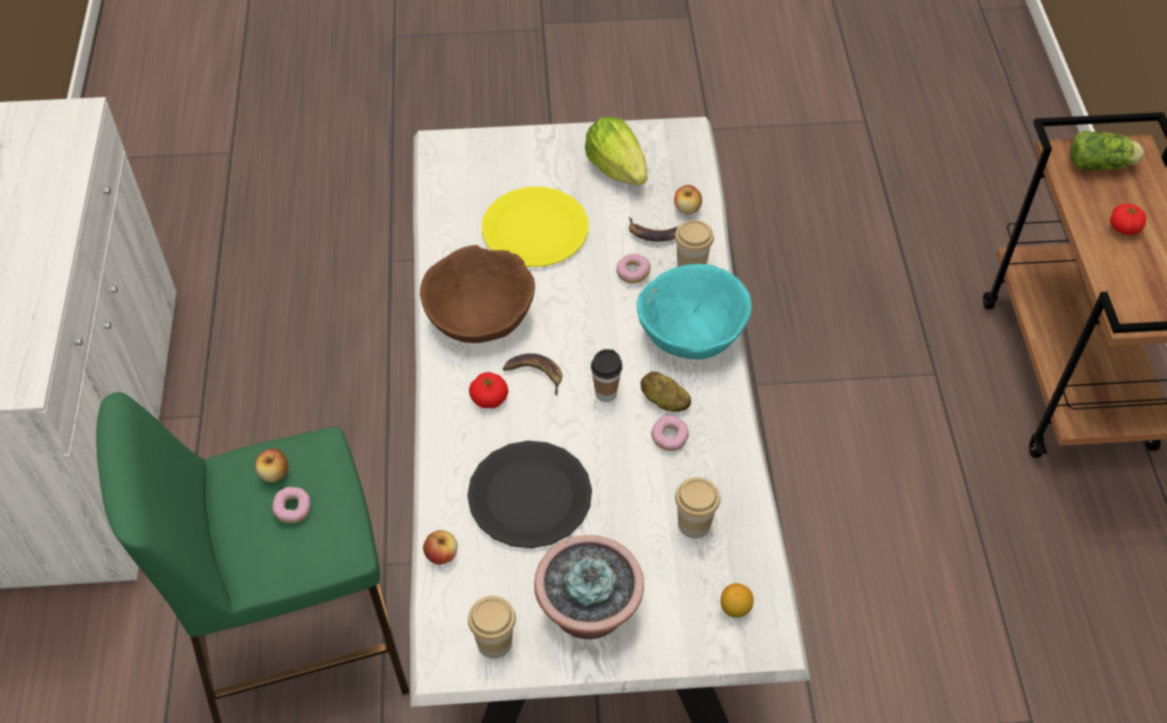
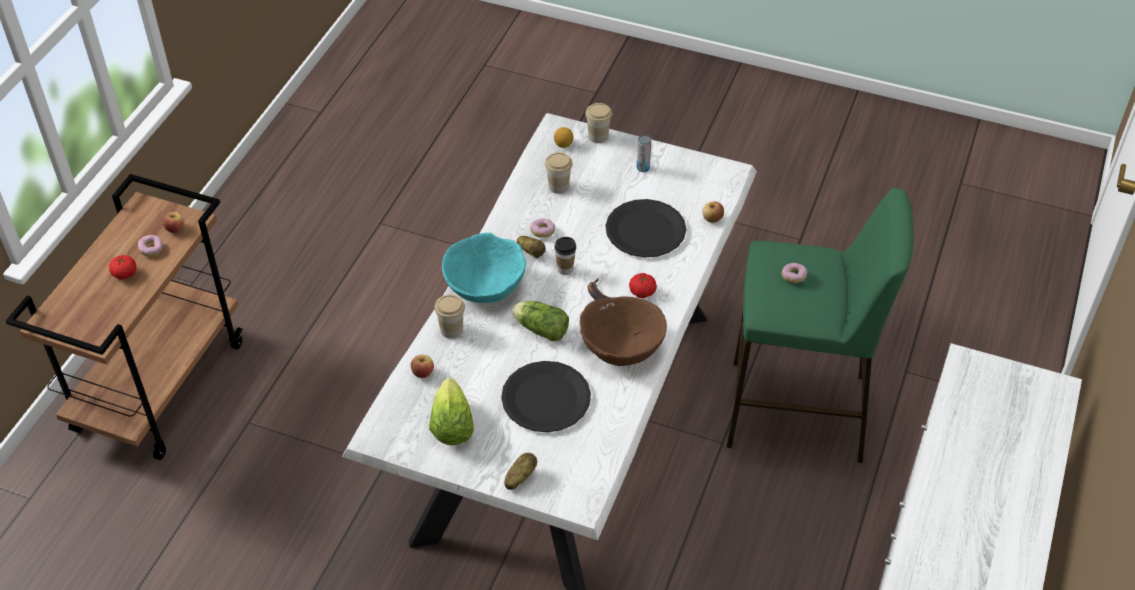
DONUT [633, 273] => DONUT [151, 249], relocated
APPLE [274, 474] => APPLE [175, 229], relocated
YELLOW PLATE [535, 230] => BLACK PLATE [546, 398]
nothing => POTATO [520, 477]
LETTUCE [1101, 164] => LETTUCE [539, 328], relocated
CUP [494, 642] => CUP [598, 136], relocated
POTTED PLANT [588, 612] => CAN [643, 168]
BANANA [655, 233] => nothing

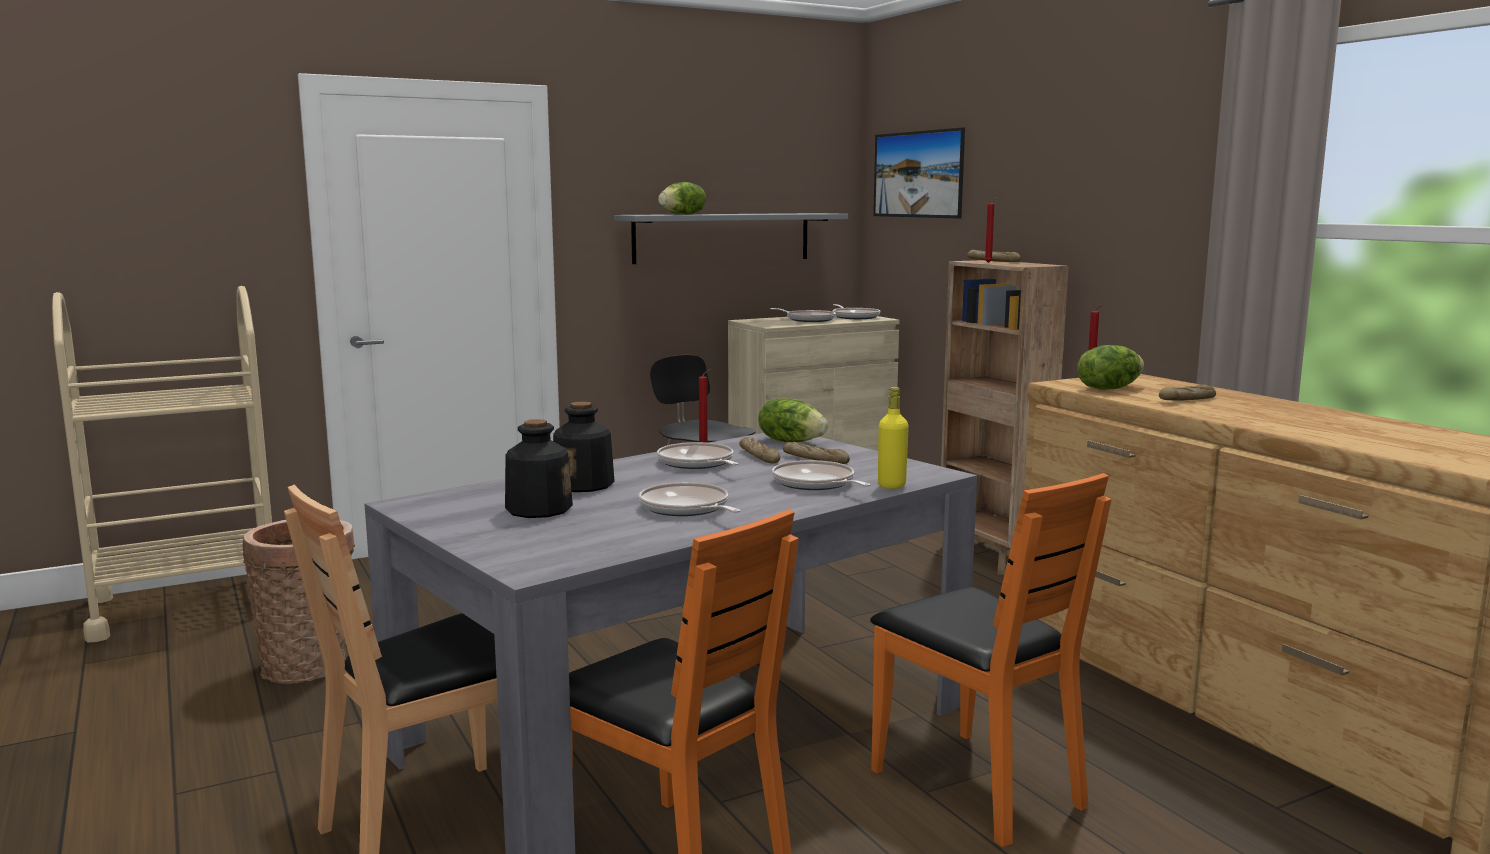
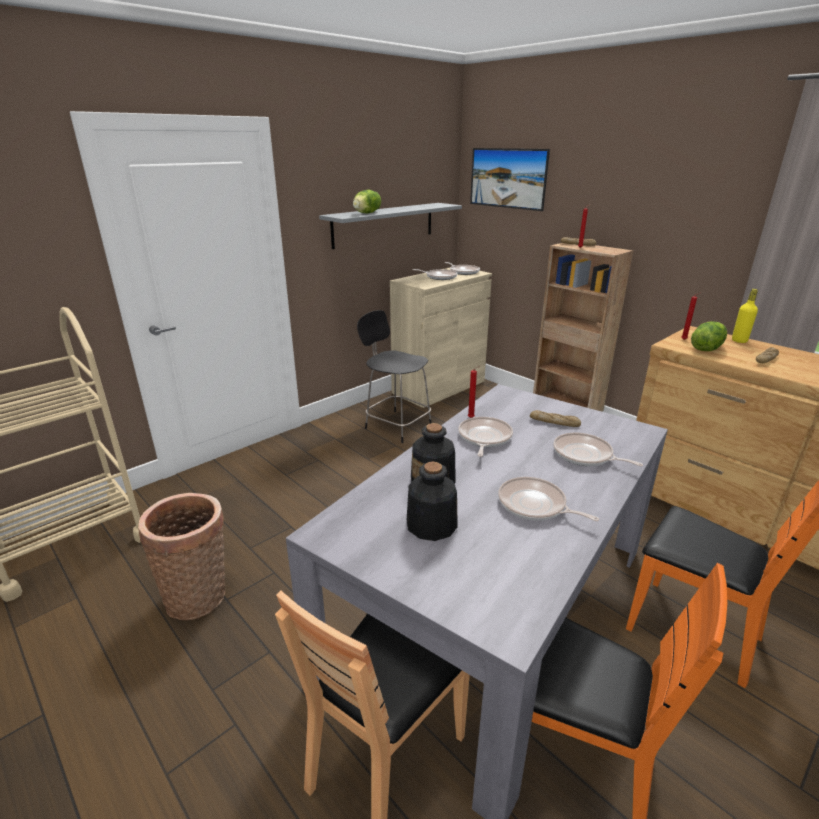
FRYING PAN [697, 463] => FRYING PAN [484, 438], 60 degrees clockwise
YELLOW BOTTLE [891, 485] => YELLOW BOTTLE [739, 340], relocated
BREAD [759, 456] => nothing
LETTUCE [791, 441] => nothing

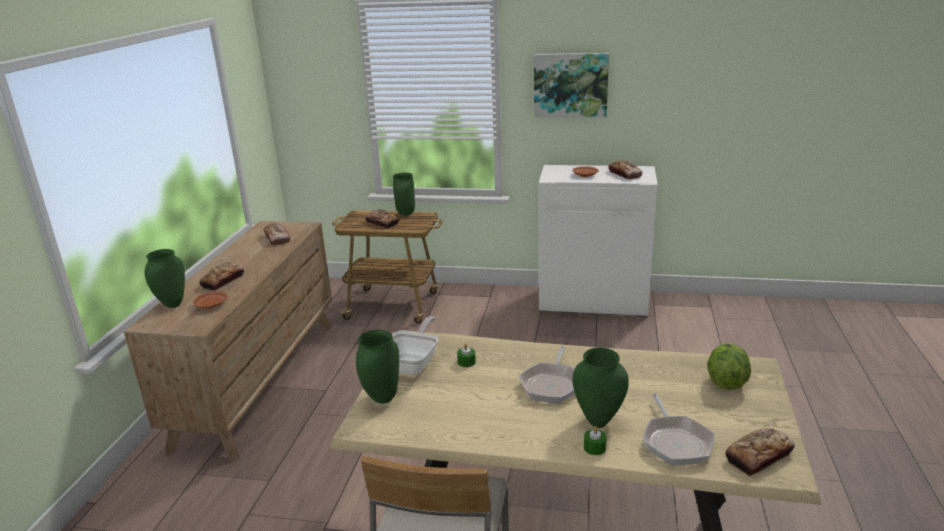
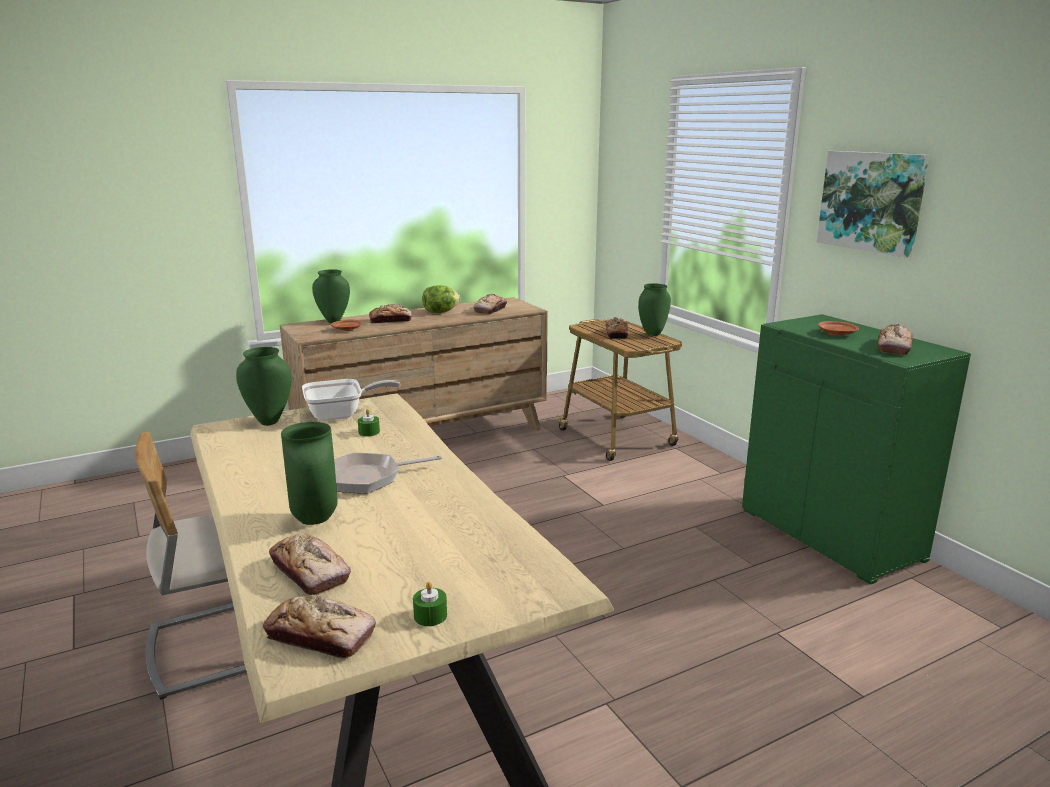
FRYING PAN [675, 441] => BREAD [310, 572]
GREEN CANDLE [594, 447] => GREEN CANDLE [430, 616], relocated
LETTUCE [726, 381] => LETTUCE [440, 312], relocated
WHITE CABINET [594, 301] => GREEN CABINET [831, 534]

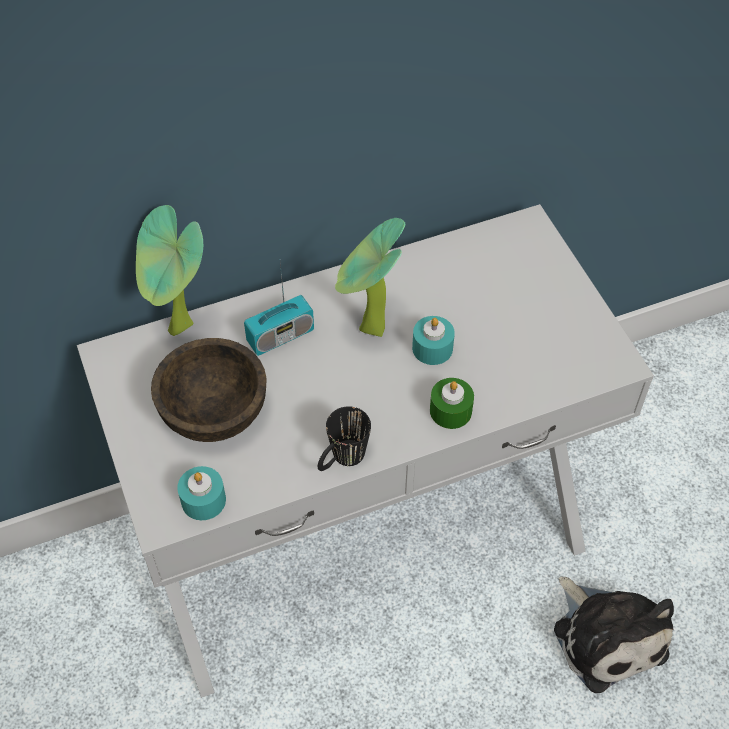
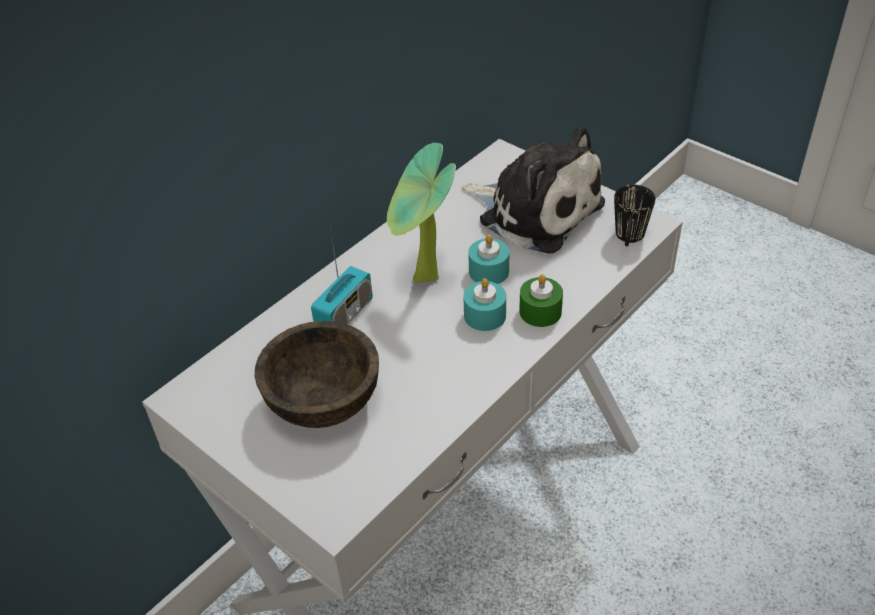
PLUSH TOY [606, 635] => PLUSH TOY [535, 210], relocated
TURQUOISE CANDLE [203, 500] => TURQUOISE CANDLE [485, 315], relocated
BLACK MUG [341, 460] => BLACK MUG [629, 240], relocated
POTTED PLANT [181, 331] => nothing

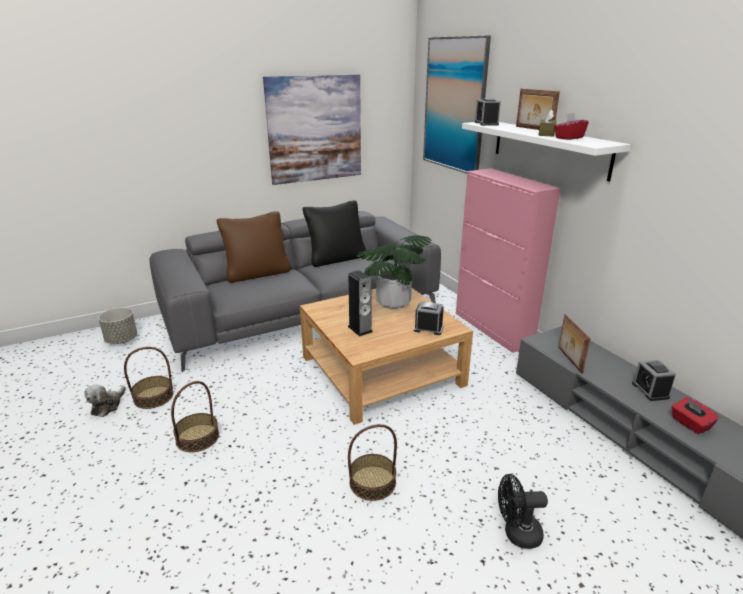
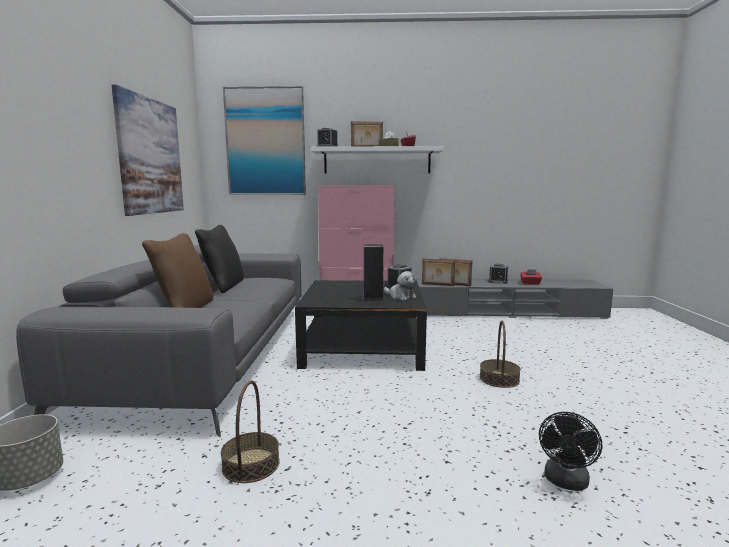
BEIGE COFFEE TABLE [381, 370] => BLACK COFFEE TABLE [363, 347]
PLUSH TOY [107, 406] => PLUSH TOY [400, 296], relocated
nothing => PICTURE FRAME [437, 285]
BLACK FAN [517, 534] => BLACK FAN [566, 482], relocated
BASKET [197, 438] => nothing
POTTED PLANT [393, 302] => nothing

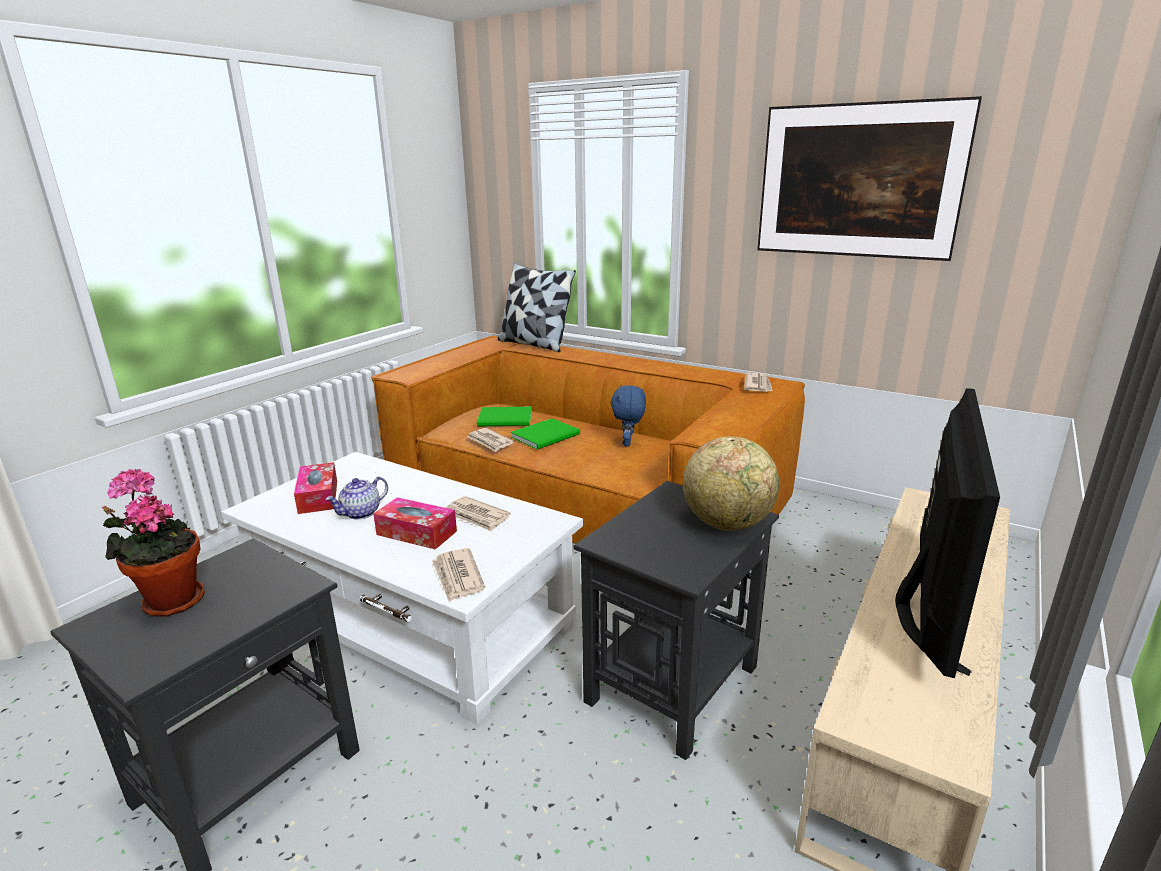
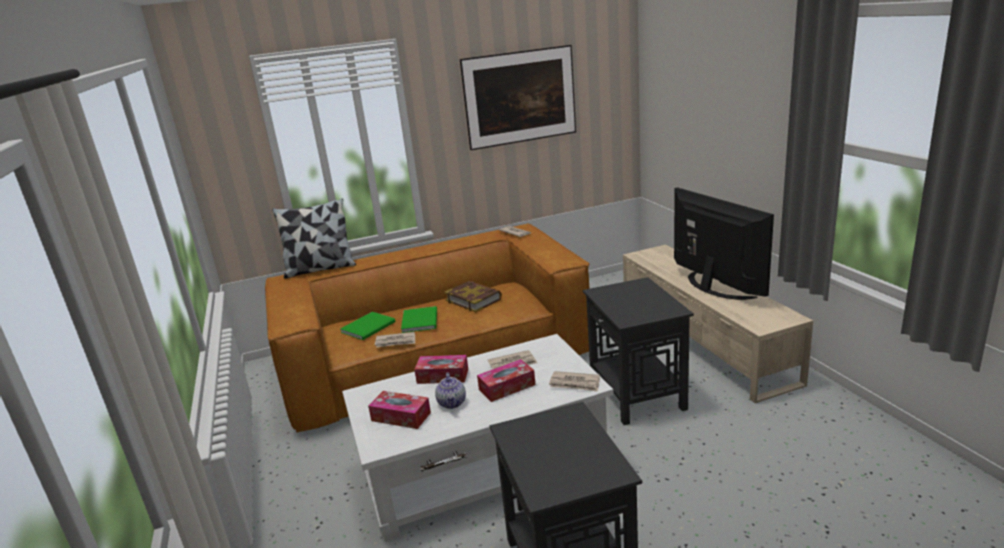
nothing => TISSUE BOX [442, 376]
BLUE PLUSH TOY [628, 443] => BOOK [473, 299]
POTTED PLANT [169, 600] => nothing
GLOBE [727, 523] => nothing

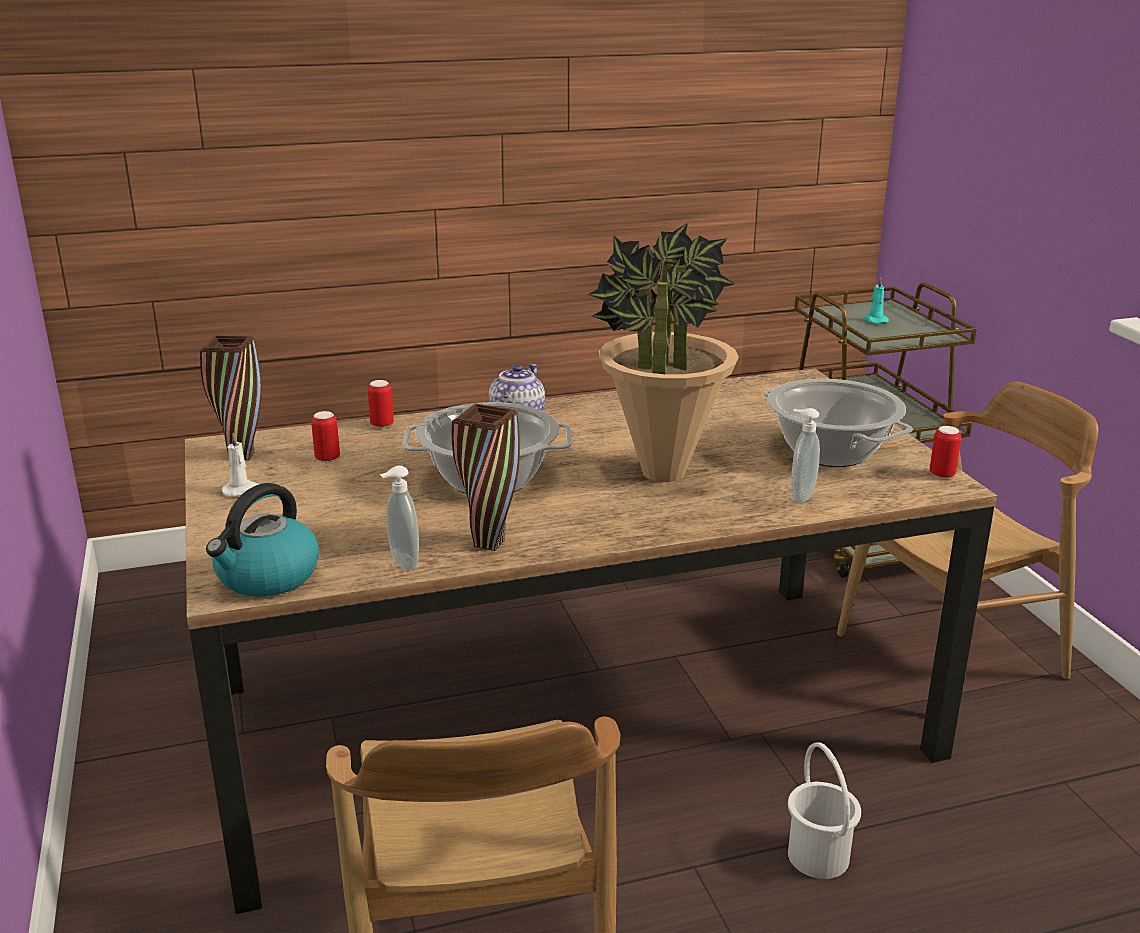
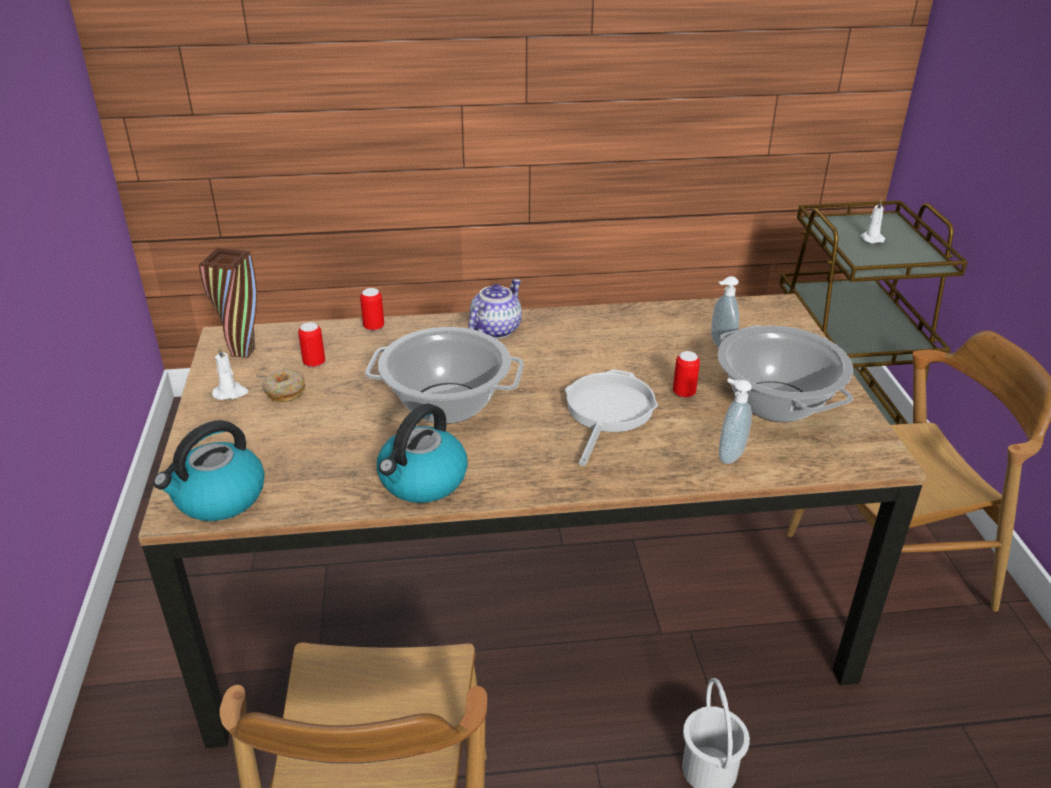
nothing => DONUT [285, 391]
BROWN VASE [489, 543] => KETTLE [422, 481]
POTTED PLANT [662, 473] => FRYING PAN [607, 412]
CAN [942, 475] => CAN [684, 393], relocated
SOAP DISPENSER [402, 563] => SOAP DISPENSER [720, 346], relocated
TURQUOISE CANDLE [874, 320] => WHITE CANDLE [871, 238]

